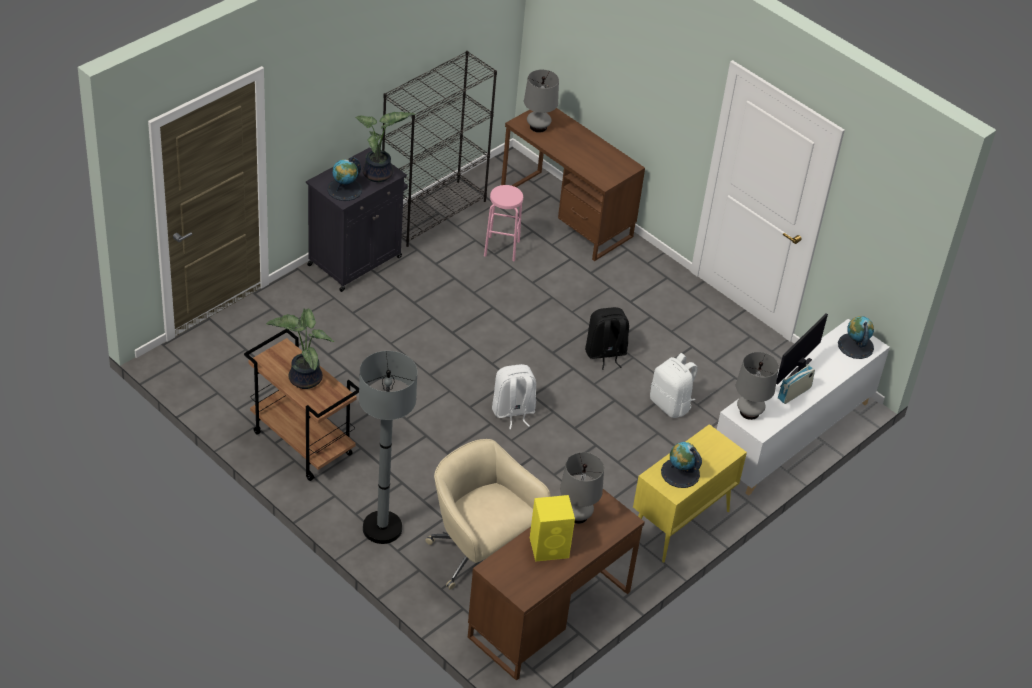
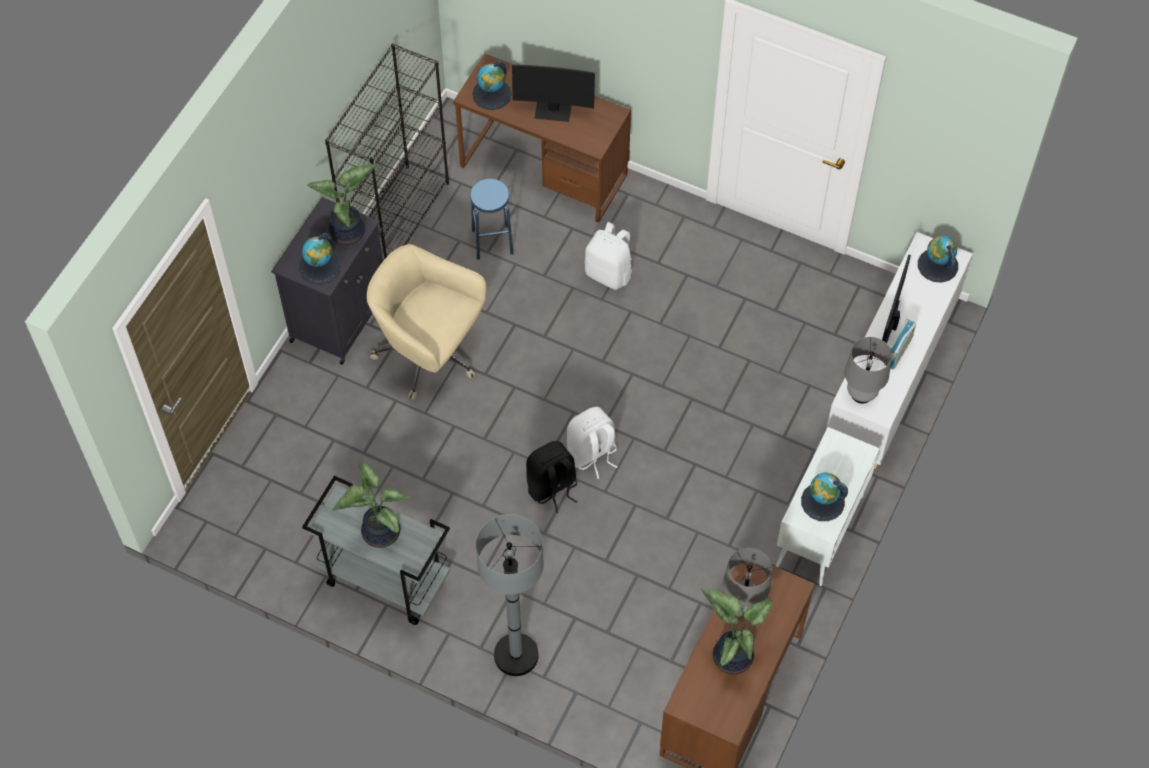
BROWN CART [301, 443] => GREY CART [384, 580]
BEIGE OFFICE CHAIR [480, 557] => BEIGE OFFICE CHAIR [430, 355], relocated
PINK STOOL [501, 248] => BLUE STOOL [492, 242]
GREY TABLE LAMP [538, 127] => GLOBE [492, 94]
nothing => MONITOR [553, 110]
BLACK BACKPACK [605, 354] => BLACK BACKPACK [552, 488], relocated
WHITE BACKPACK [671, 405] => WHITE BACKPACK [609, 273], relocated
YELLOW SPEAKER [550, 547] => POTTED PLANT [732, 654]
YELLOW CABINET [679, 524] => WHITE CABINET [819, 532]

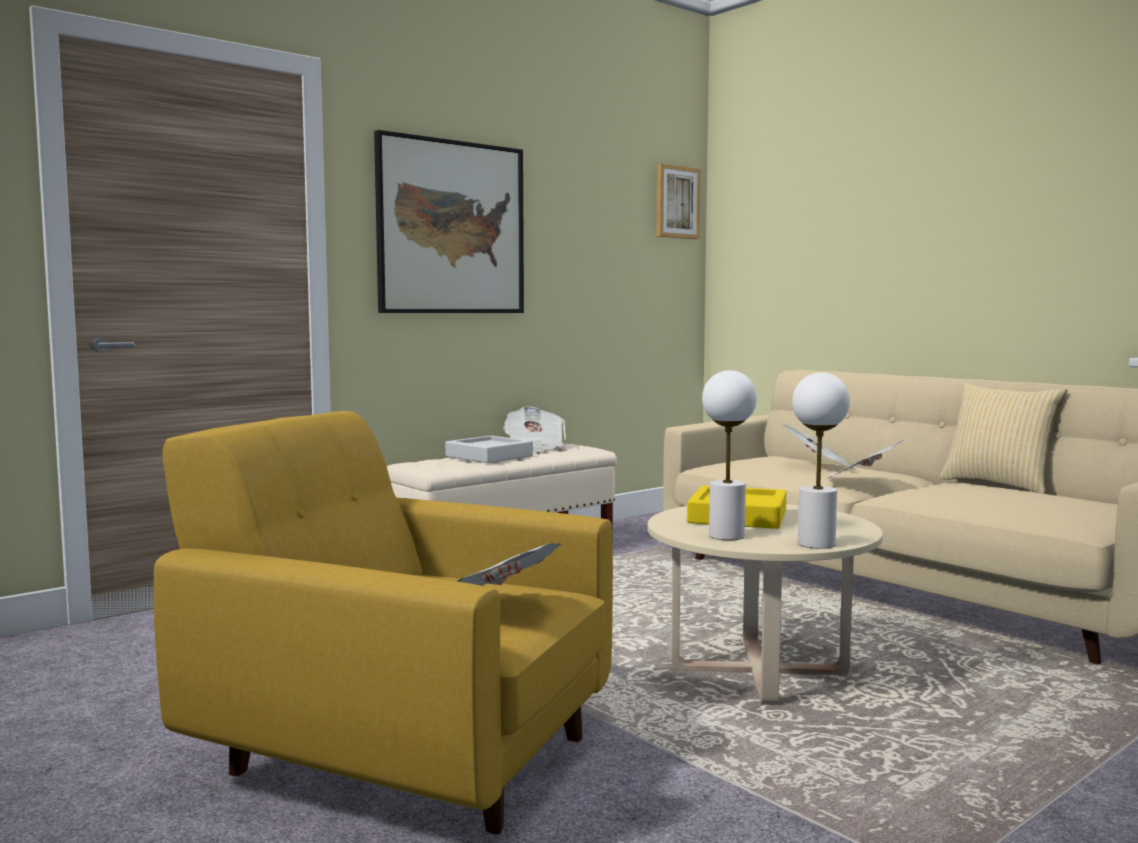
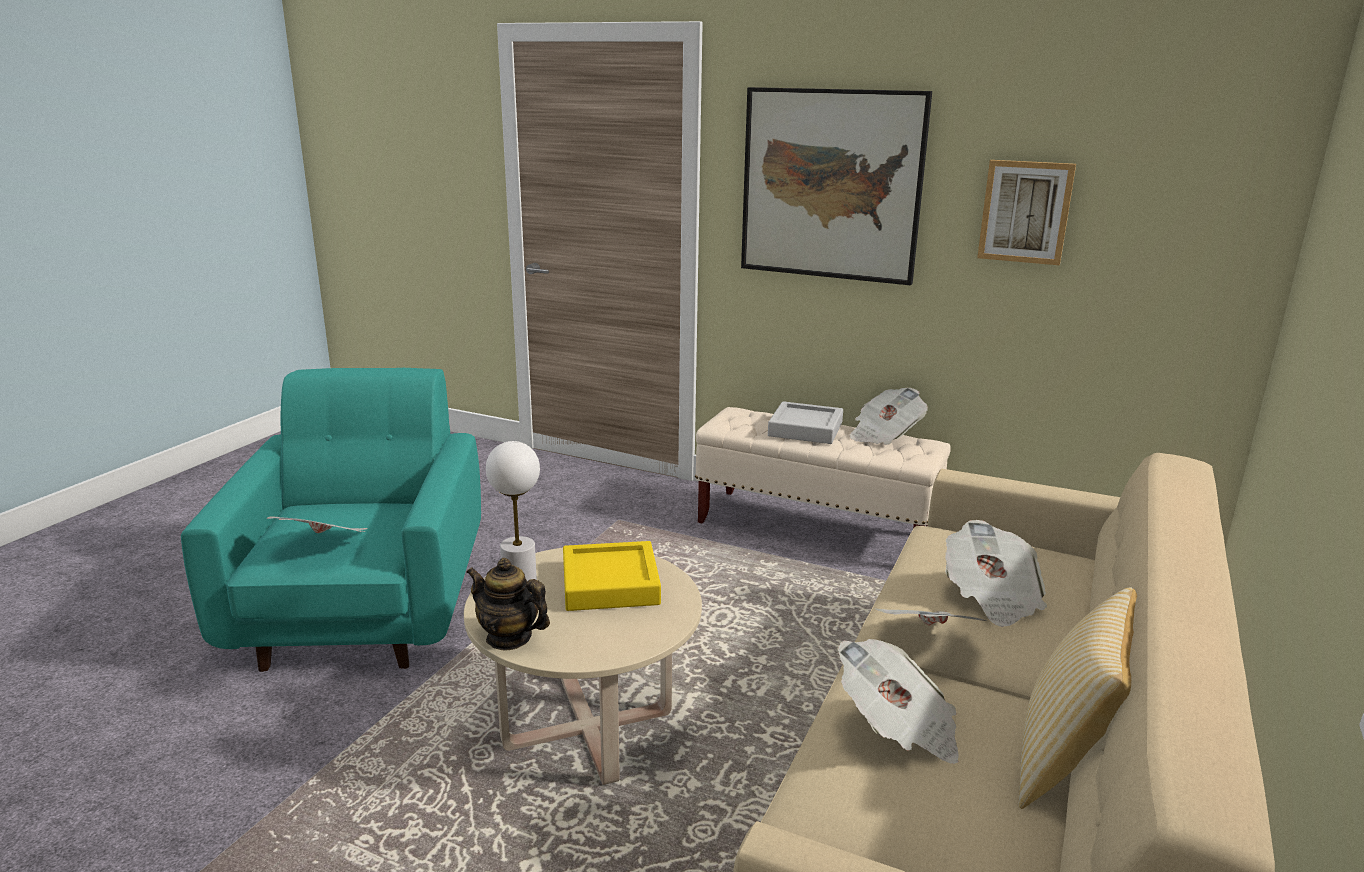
YELLOW ARMCHAIR [401, 752] => TURQUOISE ARMCHAIR [364, 607]
WHITE TABLE LAMP [817, 544] => TEAPOT [509, 638]
nothing => NEWSPAPER [898, 728]
PICTURE [676, 202] => PICTURE [1025, 212], relocated

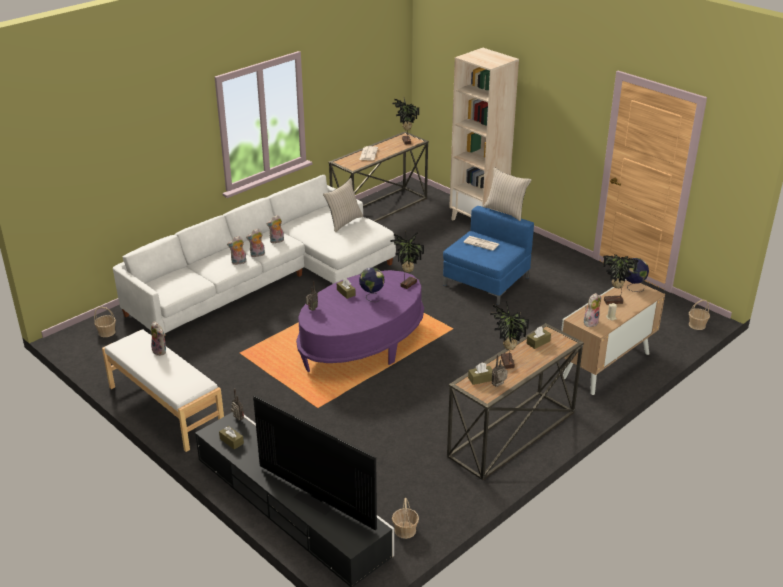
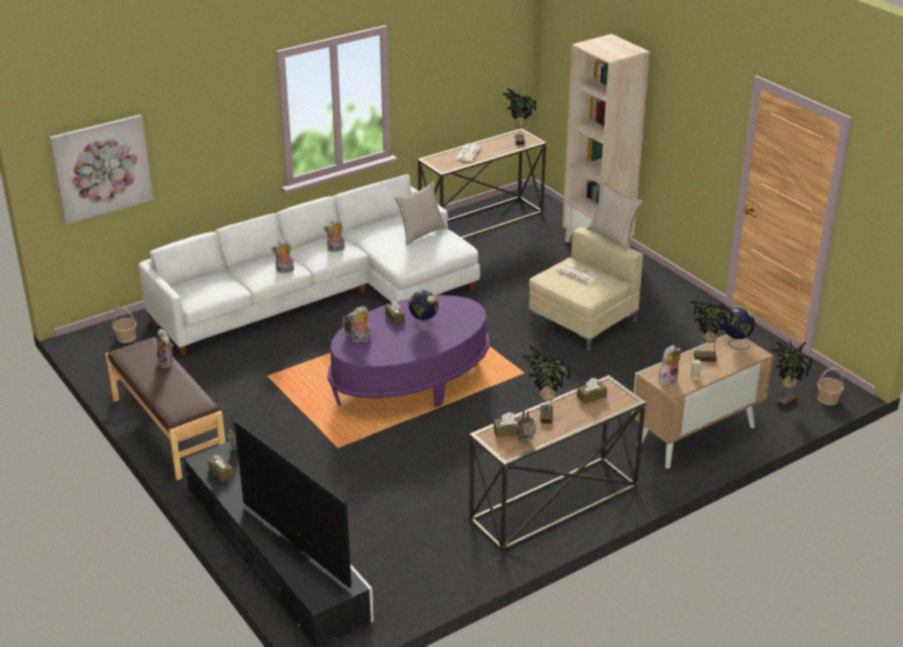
nothing => PICTURE [102, 168]
WHITE BENCH [165, 408] => BROWN BENCH [167, 429]
PLUSH TOY [257, 255] => PLUSH TOY [361, 339], relocated
BLUE ARMCHAIR [485, 281] => BEIGE ARMCHAIR [581, 320]
POTTED PLANT [407, 284] => POTTED PLANT [785, 402], relocated
BASKET [405, 530] => nothing

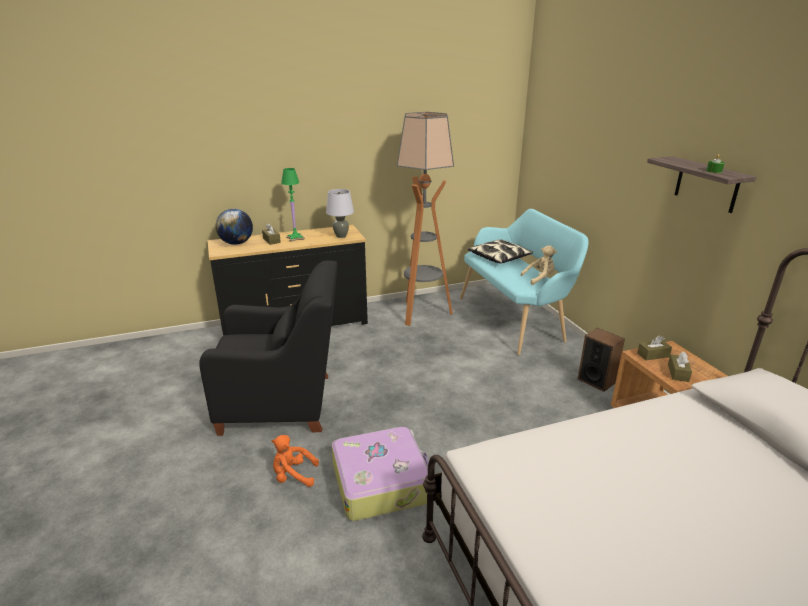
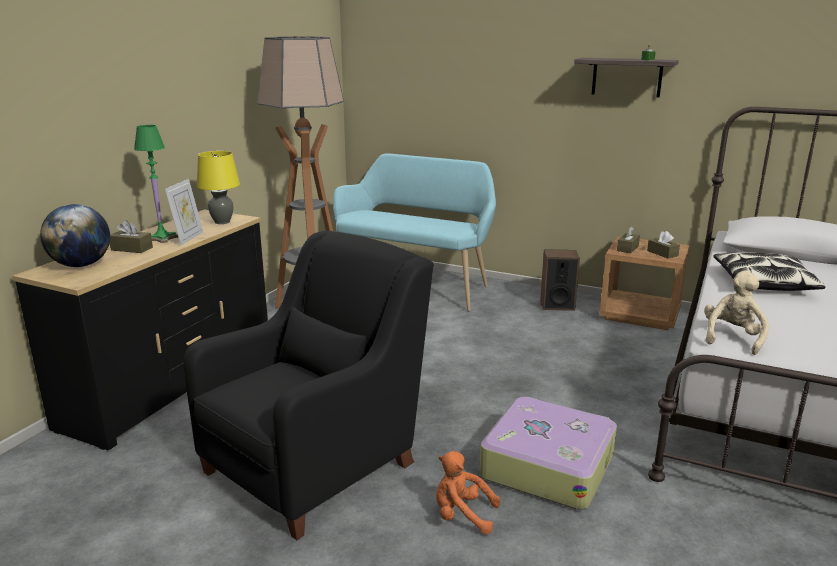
nothing => PICTURE FRAME [188, 238]
GREY TABLE LAMP [341, 236] => YELLOW TABLE LAMP [222, 222]
ORANGE PLUSH TOY [293, 476] => ORANGE PLUSH TOY [462, 515], 60 degrees clockwise
BEIGE PLUSH TOY [539, 278] => BEIGE PLUSH TOY [732, 338], relocated
PILLOW [499, 257] => PILLOW [763, 282], relocated

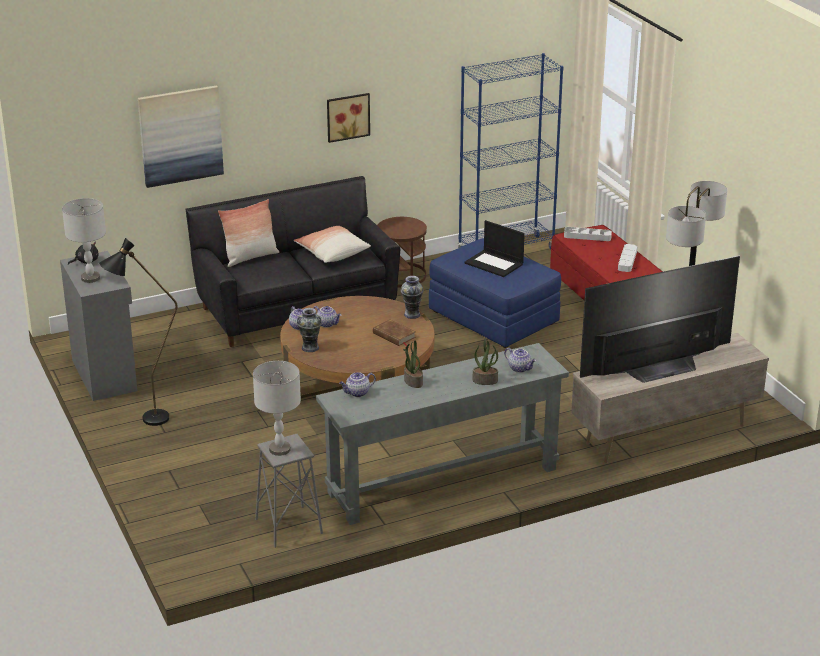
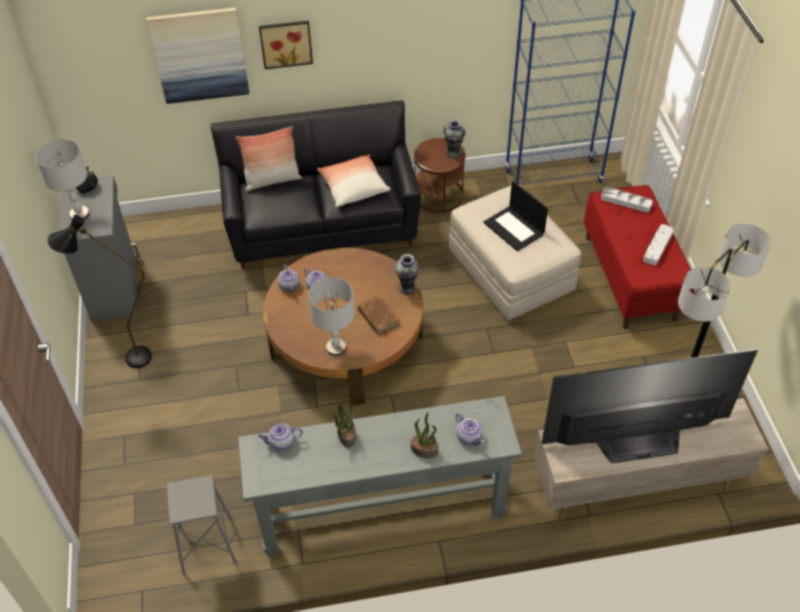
PICTURE [347, 116] => PICTURE [286, 43], relocated
GREY TABLE LAMP [280, 449] => GREY TABLE LAMP [336, 348], relocated
VASE [310, 348] => VASE [453, 153], relocated
BLUE OTTOMAN [494, 317] => BEIGE OTTOMAN [511, 272]

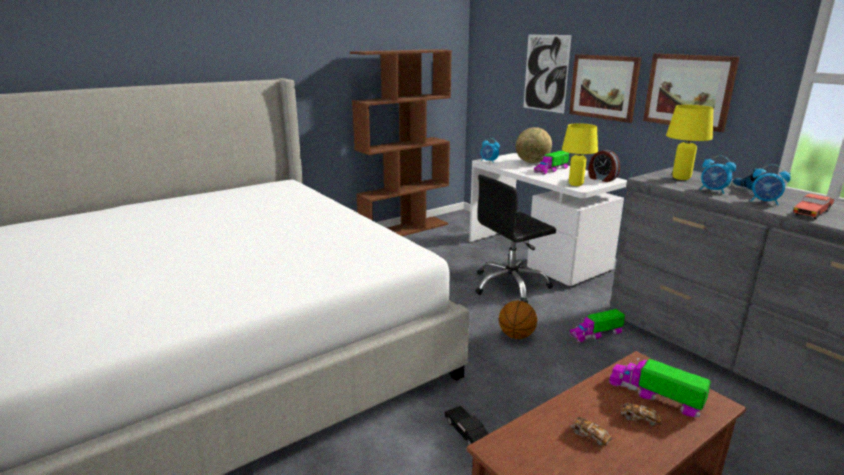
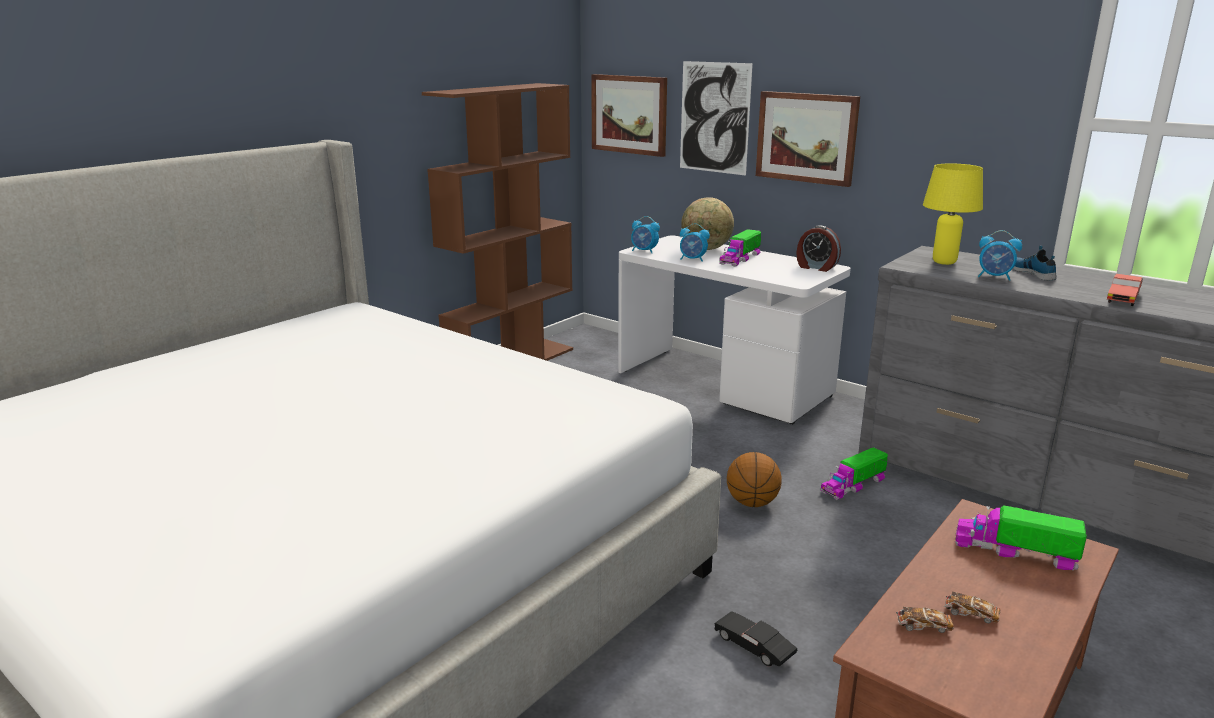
PICTURE [688, 91] => PICTURE [629, 114], relocated
ALARM CLOCK [764, 202] => ALARM CLOCK [693, 260], relocated
TOY CAR [639, 419] => TOY CAR [923, 627], relocated
BLACK OFFICE CHAIR [510, 285] => nothing
YELLOW TABLE LAMP [576, 184] => nothing

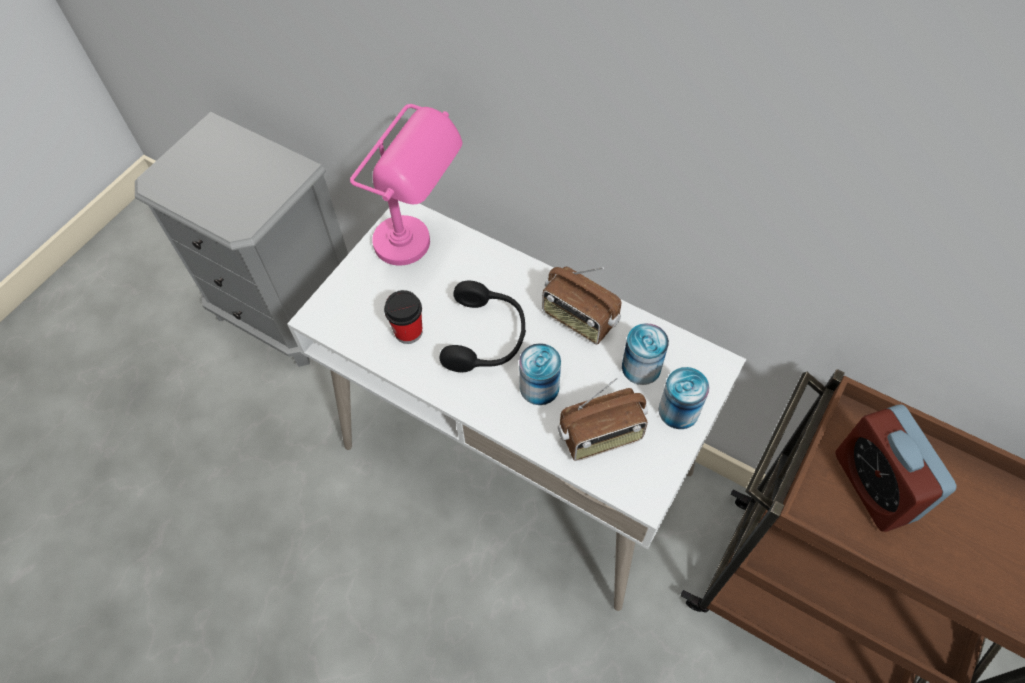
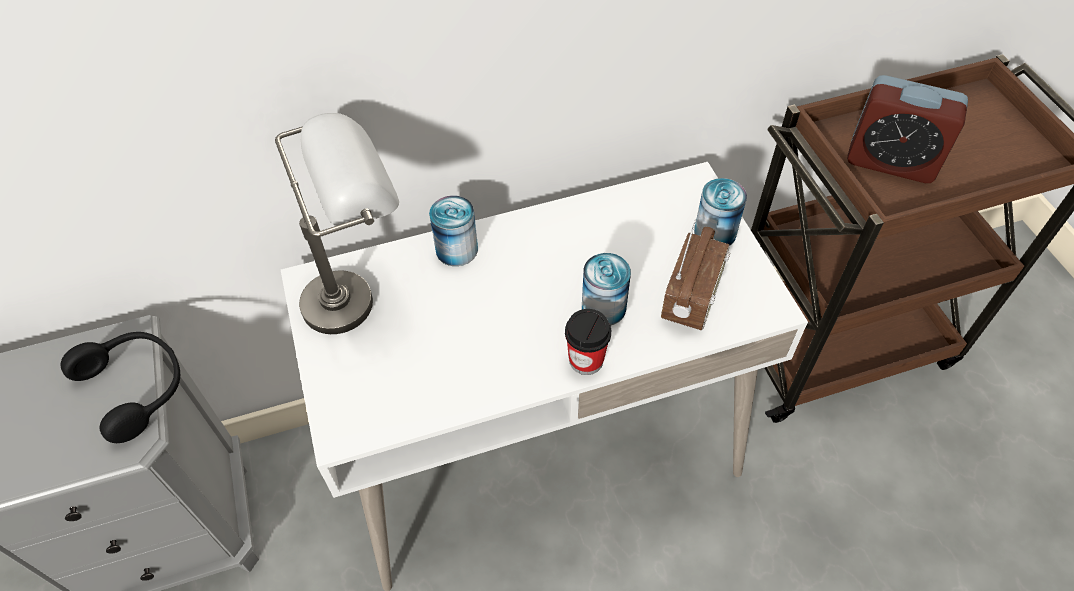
BLACK HEADPHONES [486, 337] => BLACK HEADPHONES [137, 387], relocated
PINK TABLE LAMP [420, 248] => GREY TABLE LAMP [361, 294]
CAN [641, 367] => CAN [456, 249], relocated
CUP [408, 332] => CUP [586, 360], relocated
RADIO [578, 319] => nothing

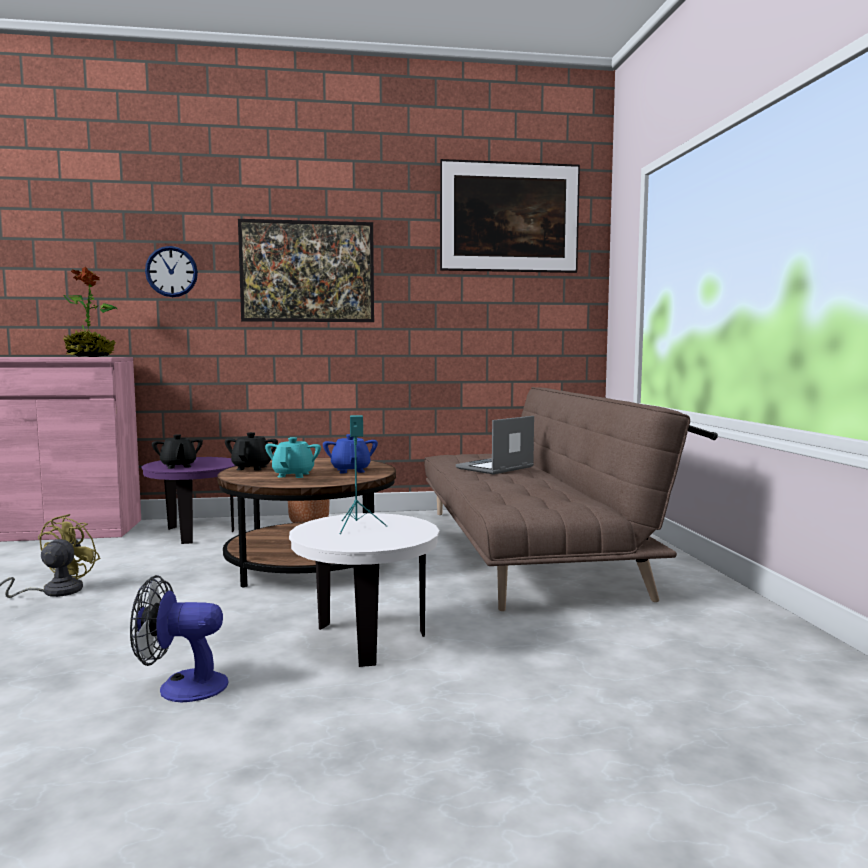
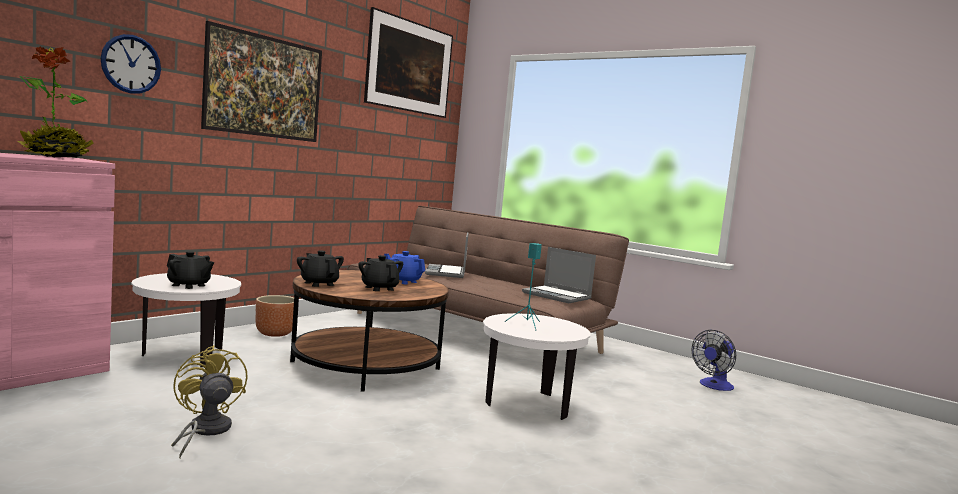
PURPLE SIDE TABLE [194, 533] => WHITE SIDE TABLE [184, 355]
TURQUOISE TEAPOT [293, 475] => BLACK TEAPOT [379, 288]
nothing => LAPTOP [557, 296]
FAN [181, 687] => FAN [714, 386], relocated

